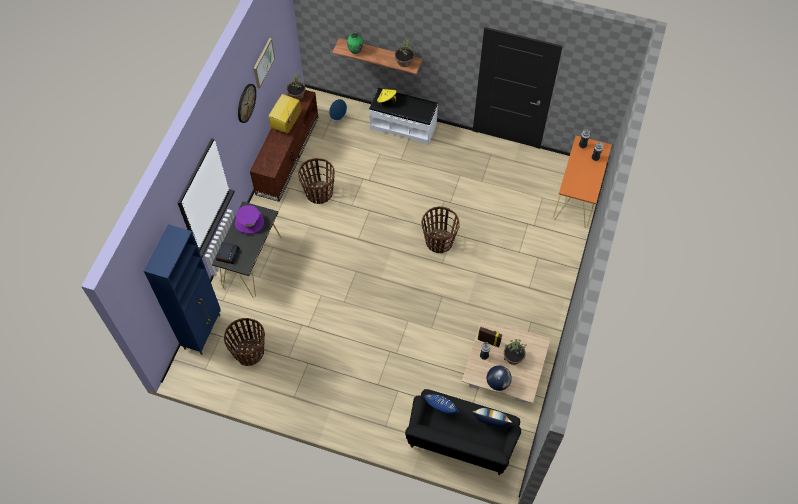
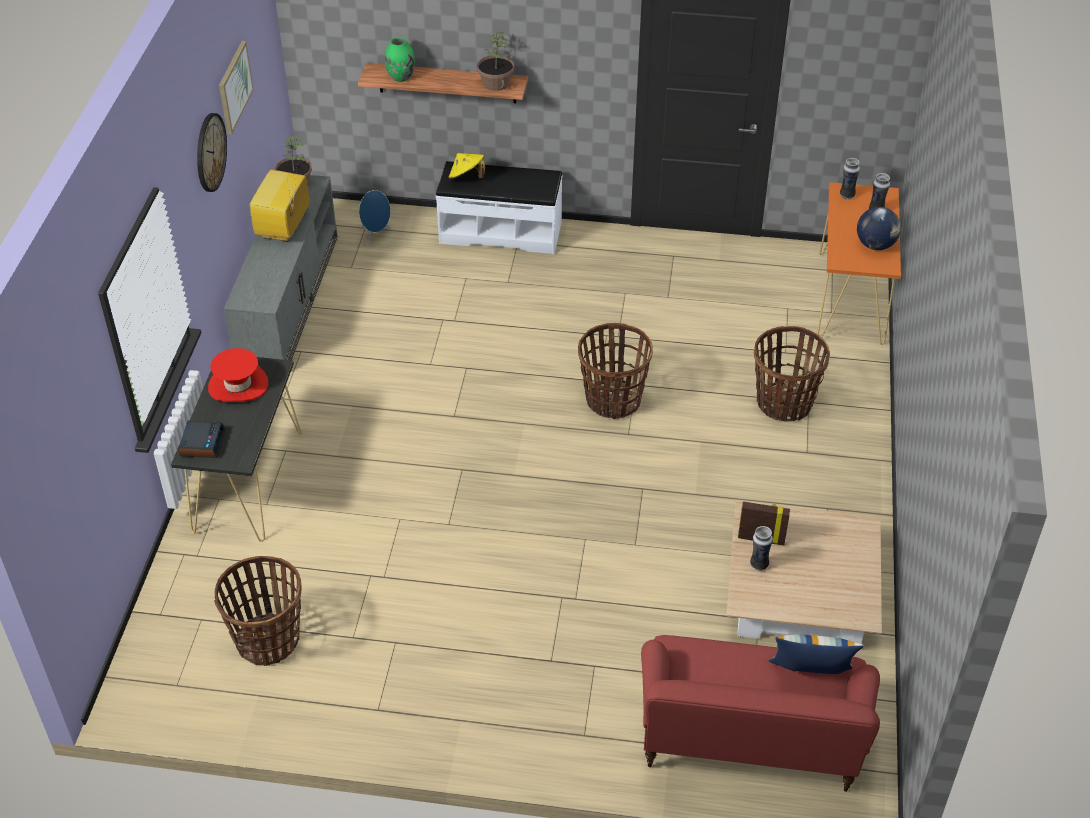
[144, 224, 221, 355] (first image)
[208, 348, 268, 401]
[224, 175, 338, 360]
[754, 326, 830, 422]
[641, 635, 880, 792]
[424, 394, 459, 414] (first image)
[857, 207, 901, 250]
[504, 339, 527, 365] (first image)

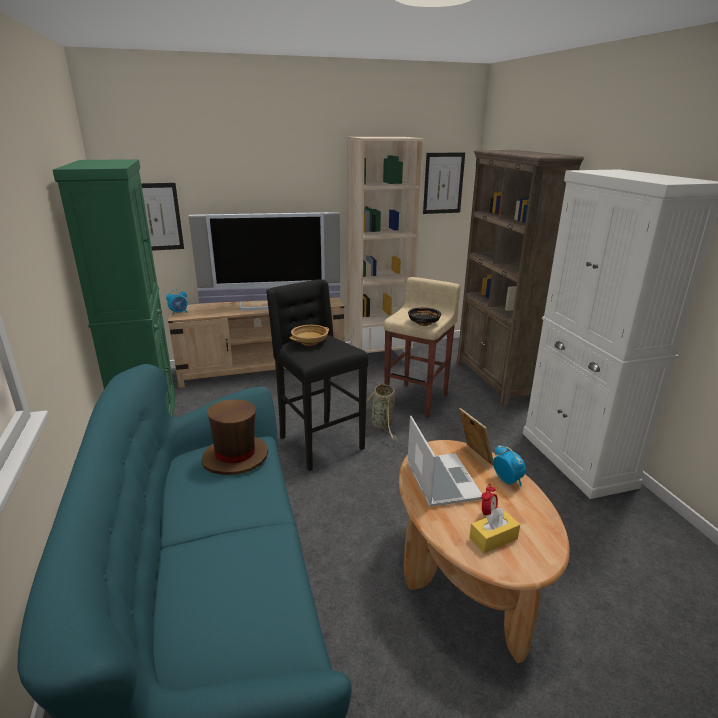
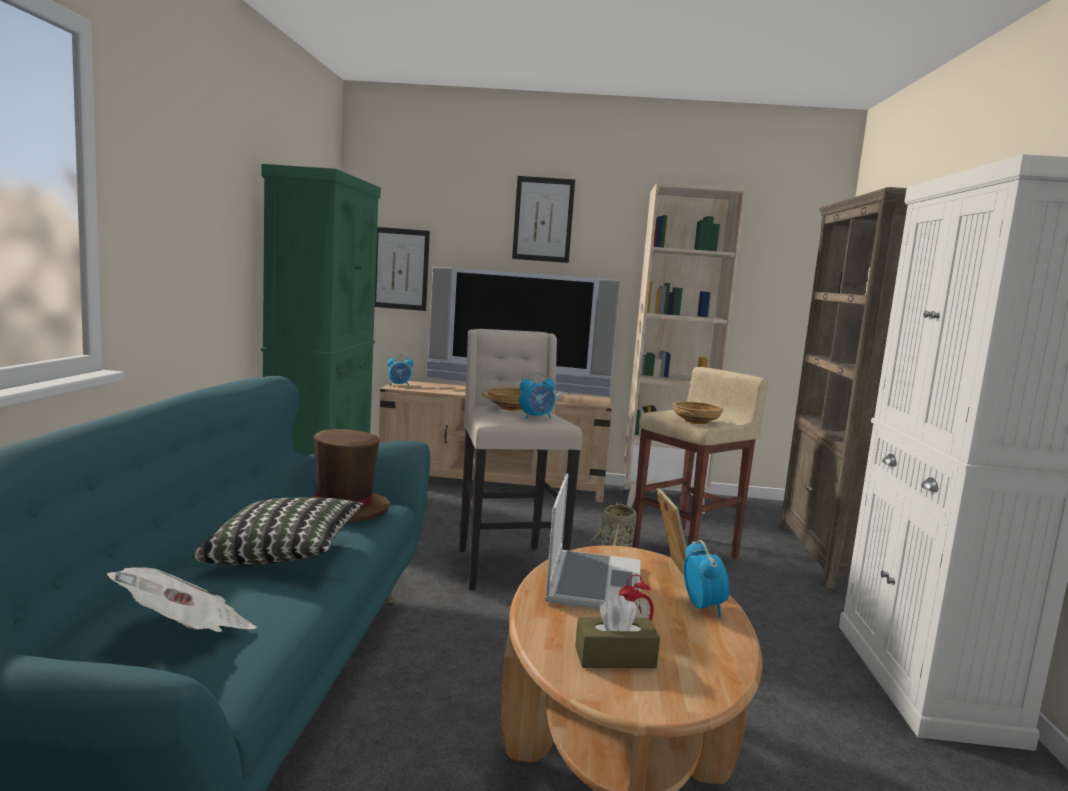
[459, 329, 582, 591]
[673, 401, 723, 424]
[512, 176, 575, 263]
[575, 596, 660, 668]
[107, 567, 257, 632]
[192, 497, 363, 565]
[519, 372, 555, 419]

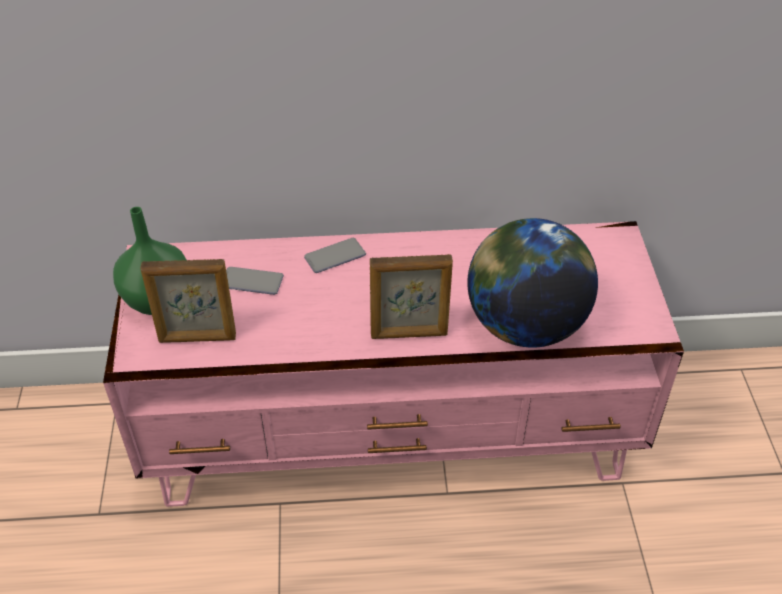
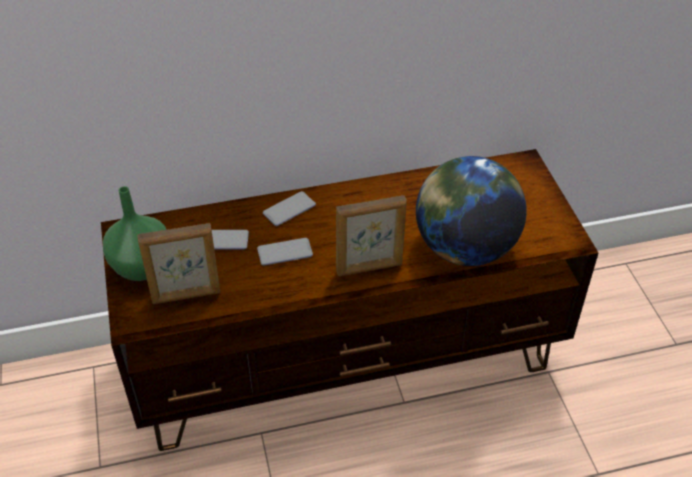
[101, 149, 599, 451]
[257, 238, 313, 266]

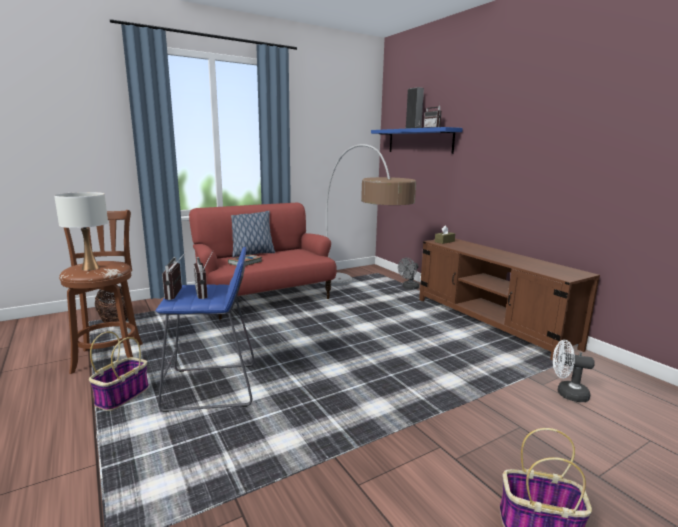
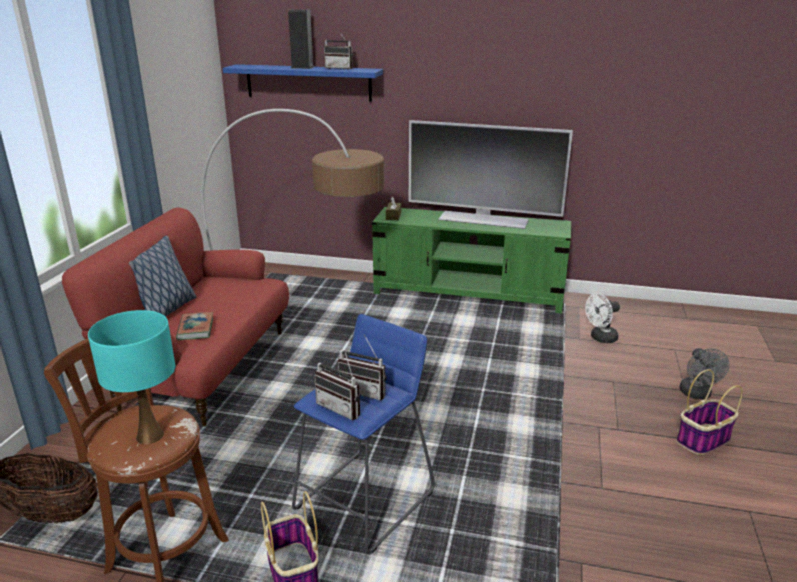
[88, 310, 175, 444]
[679, 348, 730, 399]
[372, 207, 571, 313]
[409, 120, 573, 229]

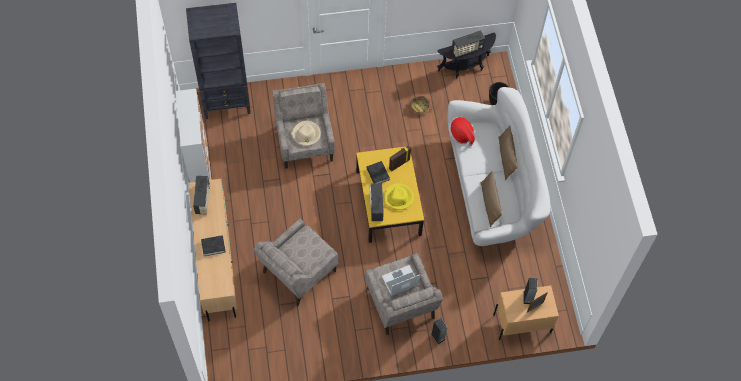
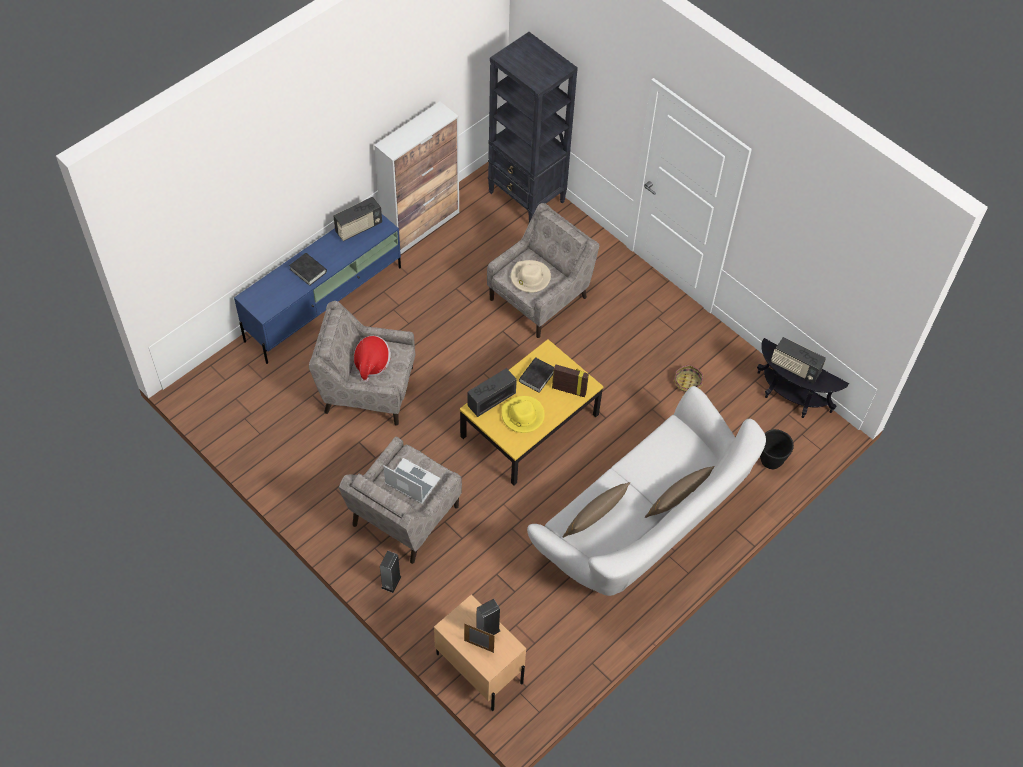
[234, 214, 401, 364]
[354, 336, 391, 382]

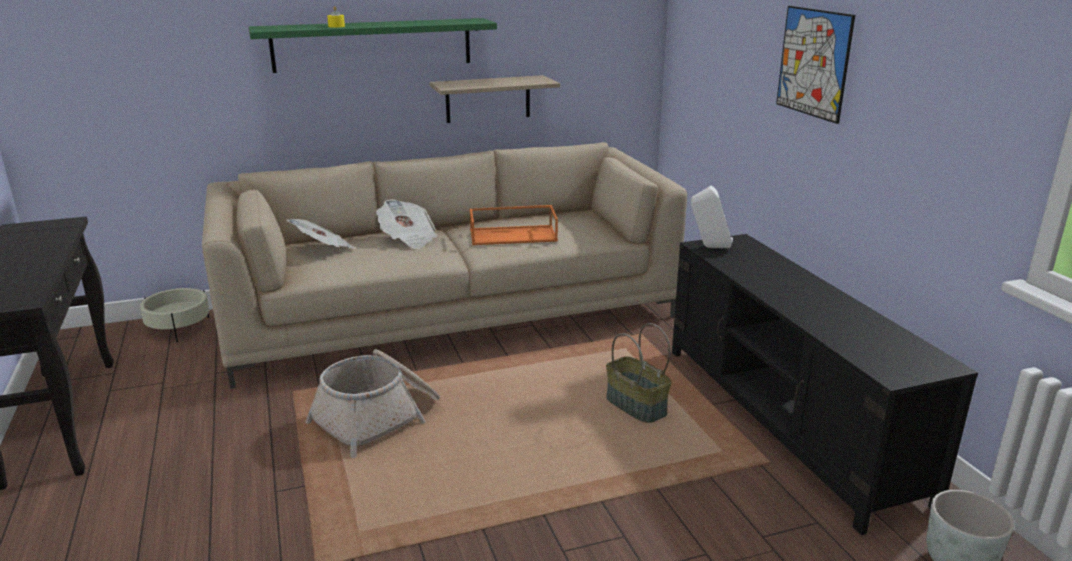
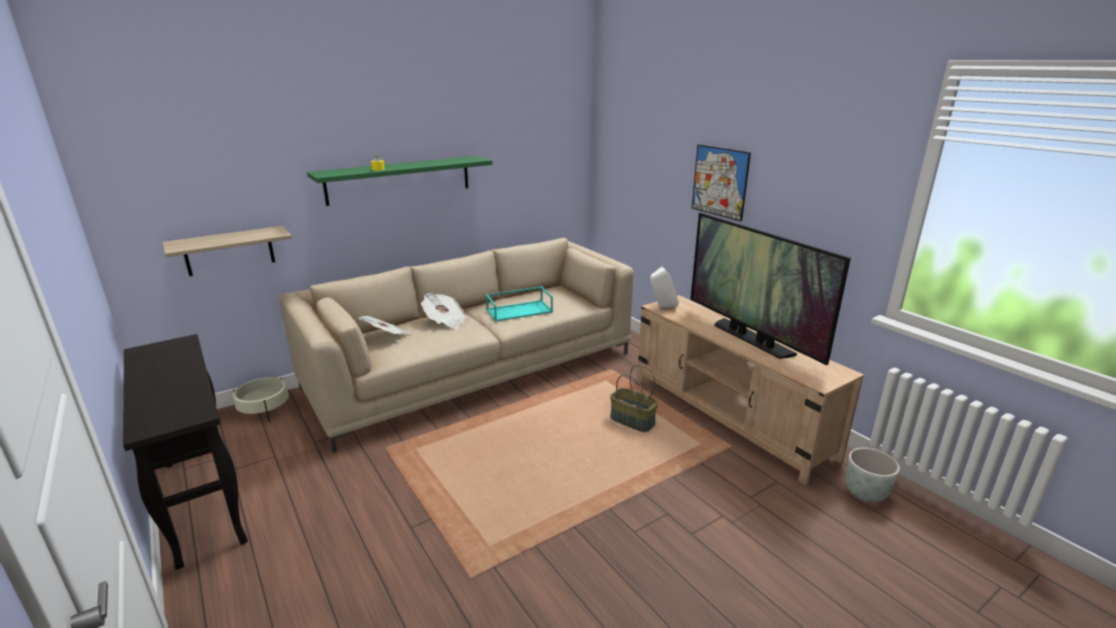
[305, 349, 440, 458] (first image)
[163, 226, 292, 276]
[486, 286, 553, 322]
[637, 295, 864, 485]
[690, 213, 851, 365]

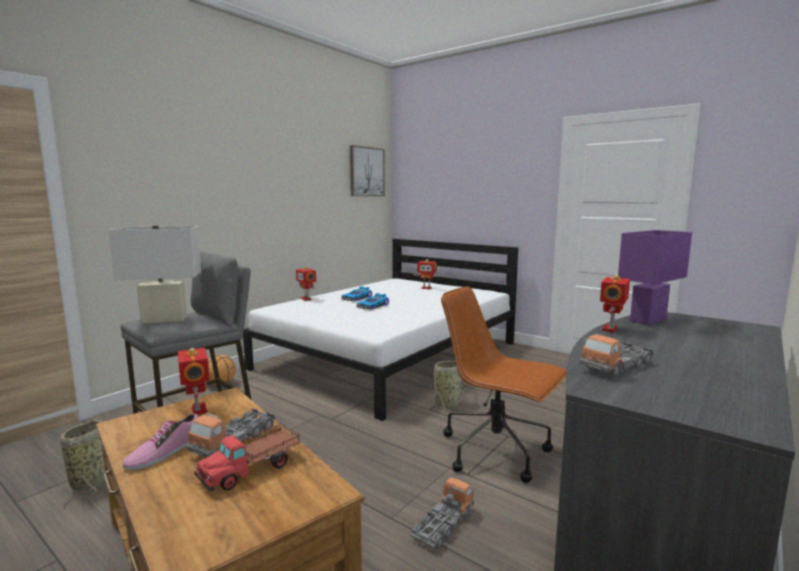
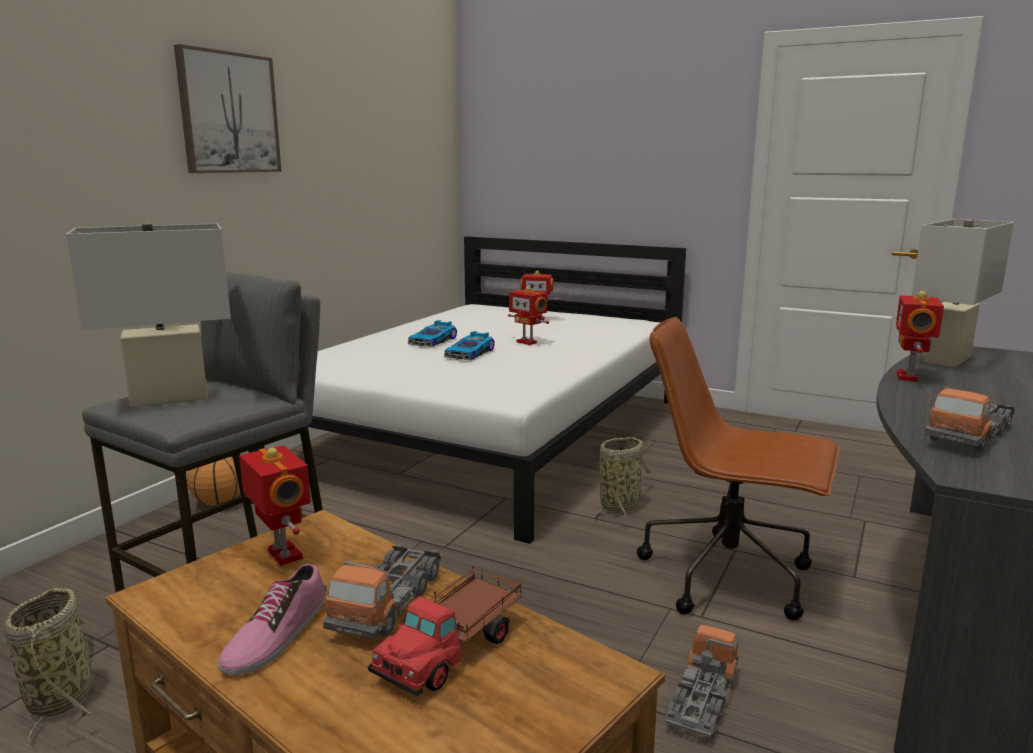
[508, 286, 549, 345]
[174, 44, 282, 173]
[912, 219, 1014, 367]

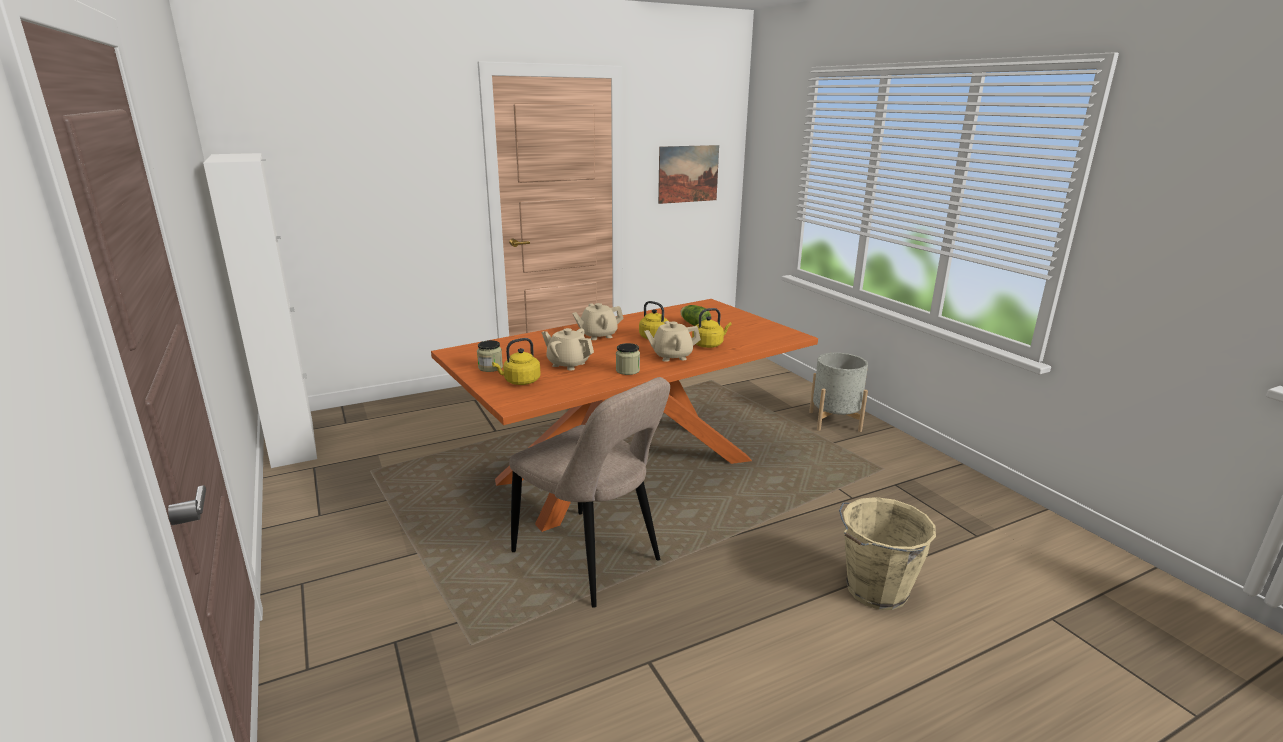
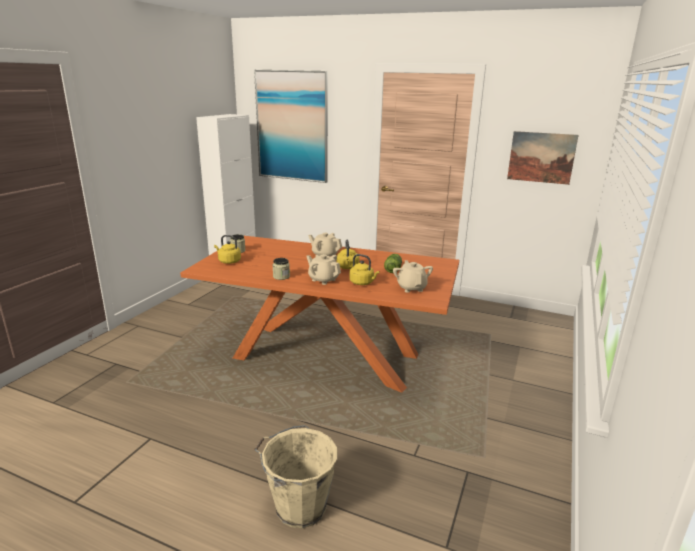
[509, 377, 670, 608] (first image)
[393, 260, 433, 293]
[809, 353, 868, 432] (first image)
[254, 70, 328, 183]

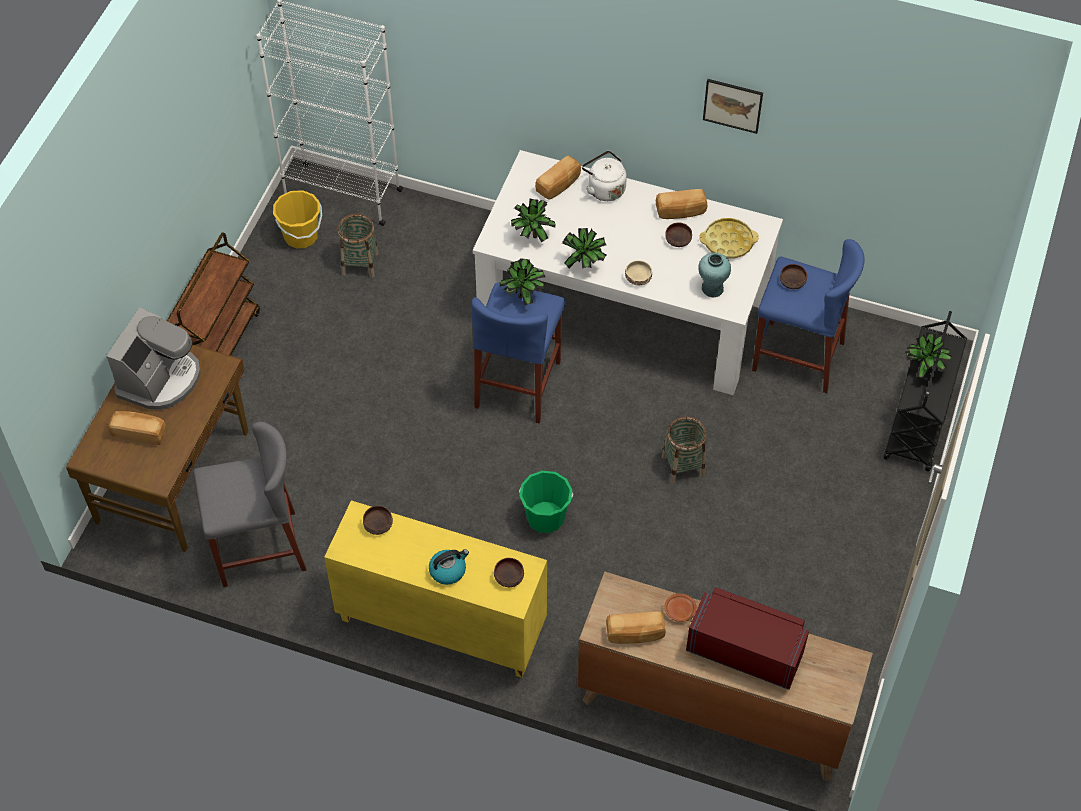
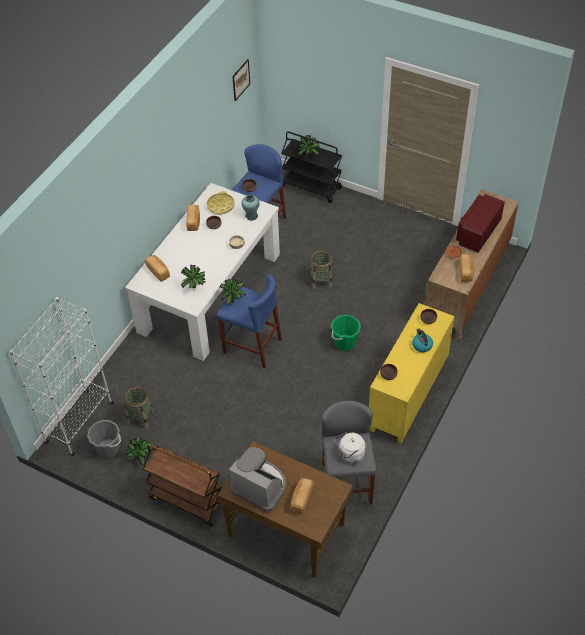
[87, 420, 121, 458]
[125, 436, 152, 465]
[334, 432, 365, 462]
[232, 59, 250, 101]

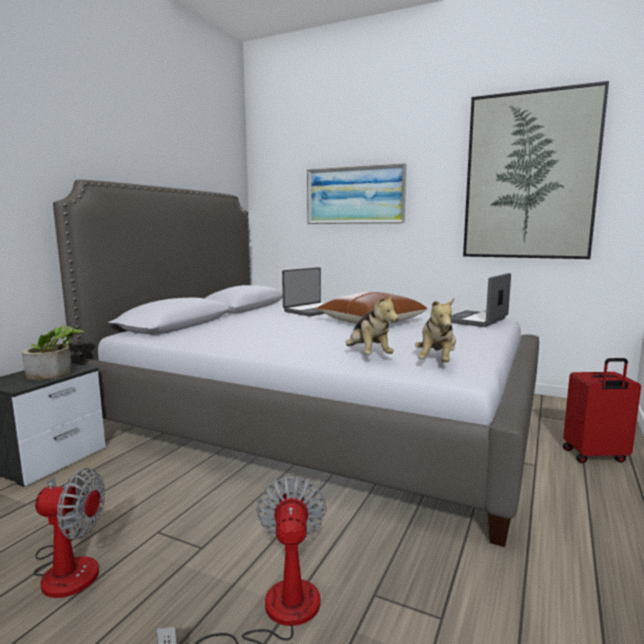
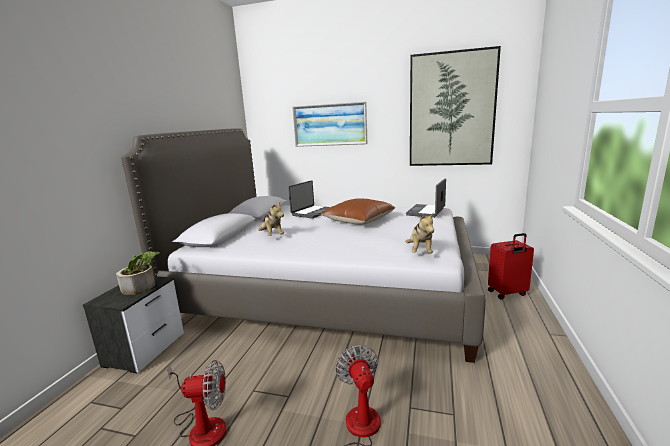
[258, 202, 284, 236]

